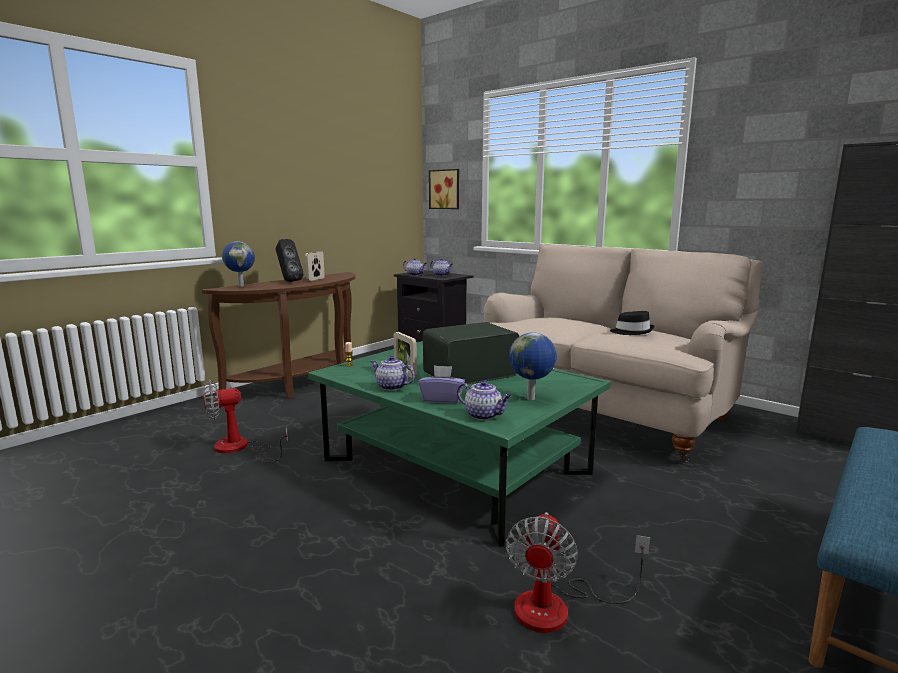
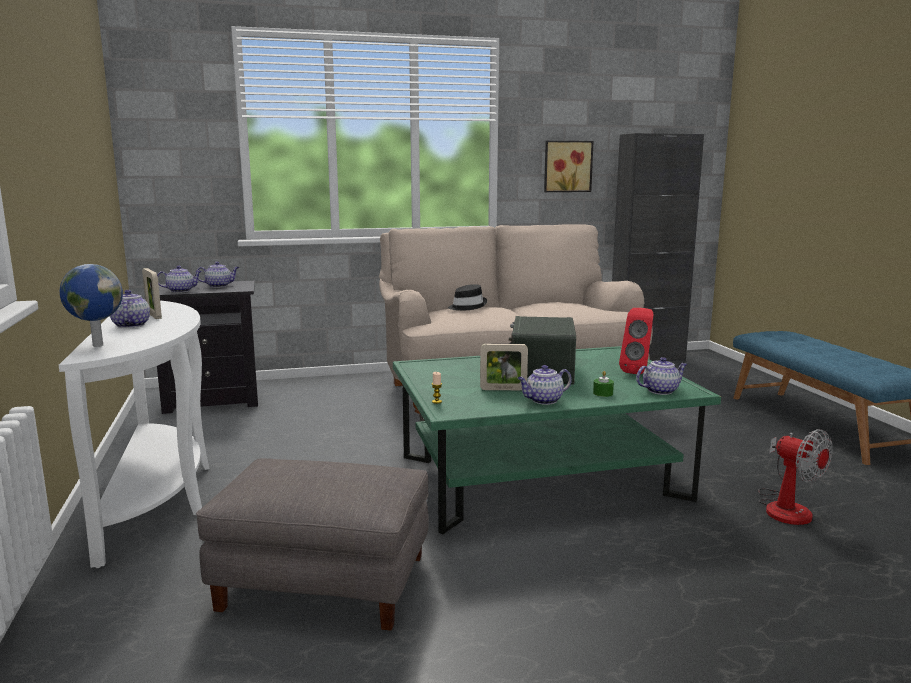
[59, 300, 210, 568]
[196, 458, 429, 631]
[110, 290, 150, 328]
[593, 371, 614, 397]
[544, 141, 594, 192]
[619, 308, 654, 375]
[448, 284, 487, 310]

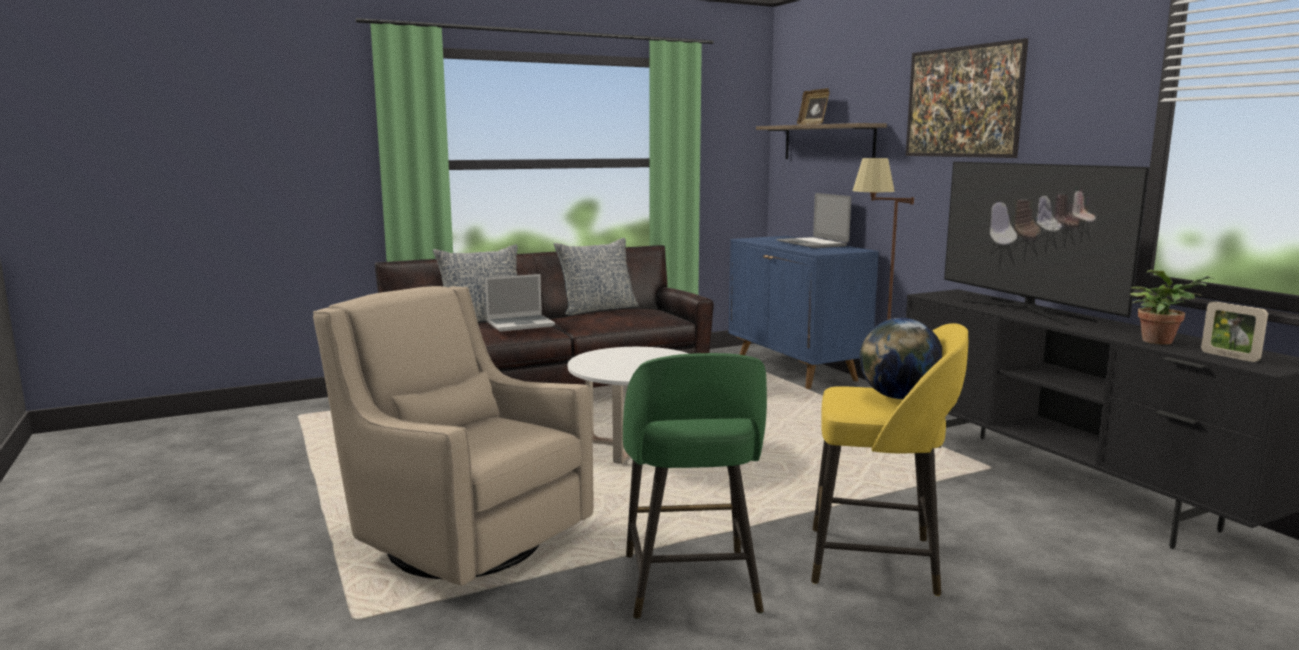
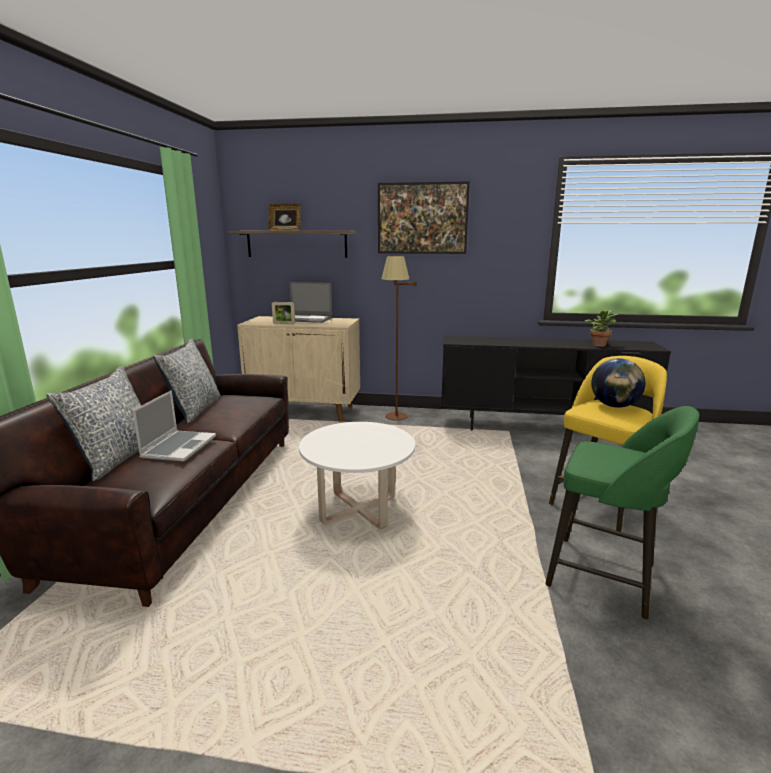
[313, 286, 594, 586] (first image)
[237, 316, 360, 422]
[944, 162, 1149, 325] (first image)
[272, 302, 295, 325]

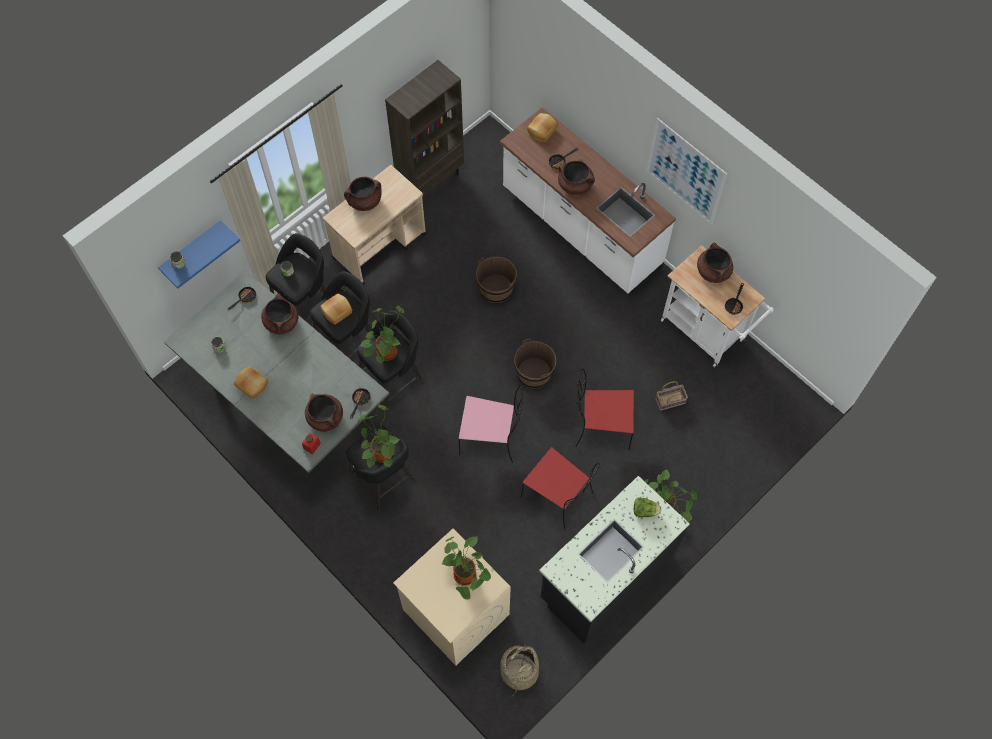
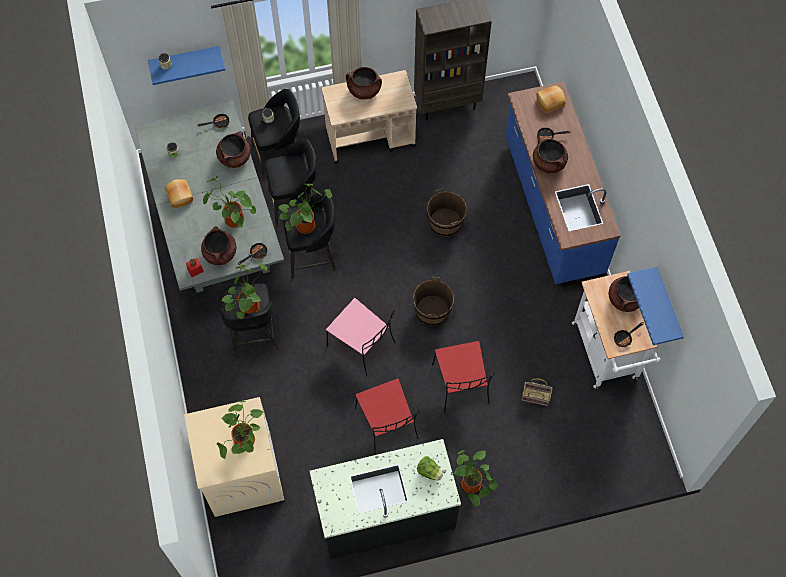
[320, 294, 352, 325] (first image)
[505, 82, 621, 287]
[501, 643, 539, 694] (first image)
[432, 341, 495, 413]
[647, 118, 727, 225] (first image)
[203, 175, 256, 228]
[627, 267, 684, 345]

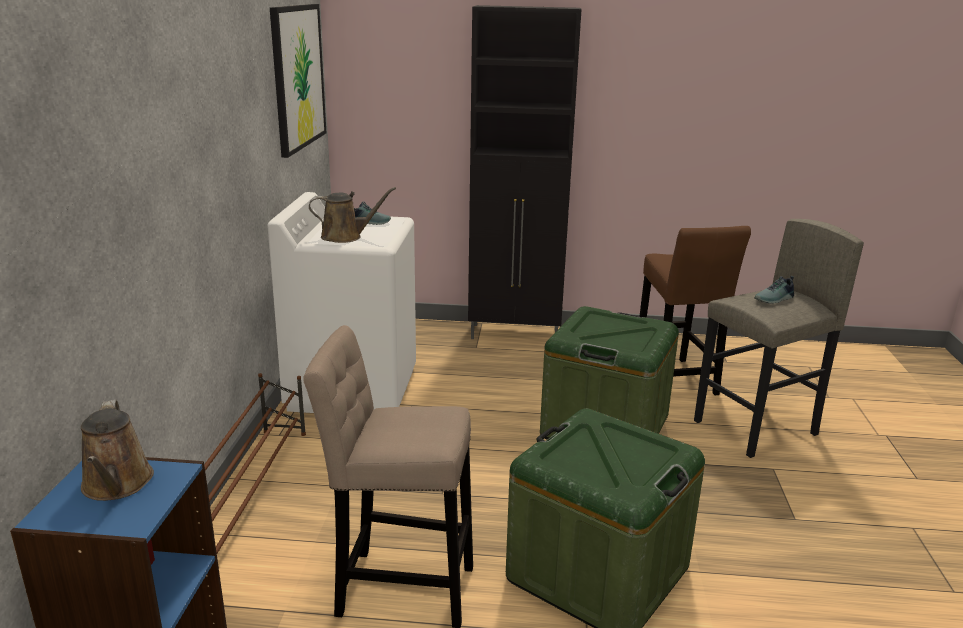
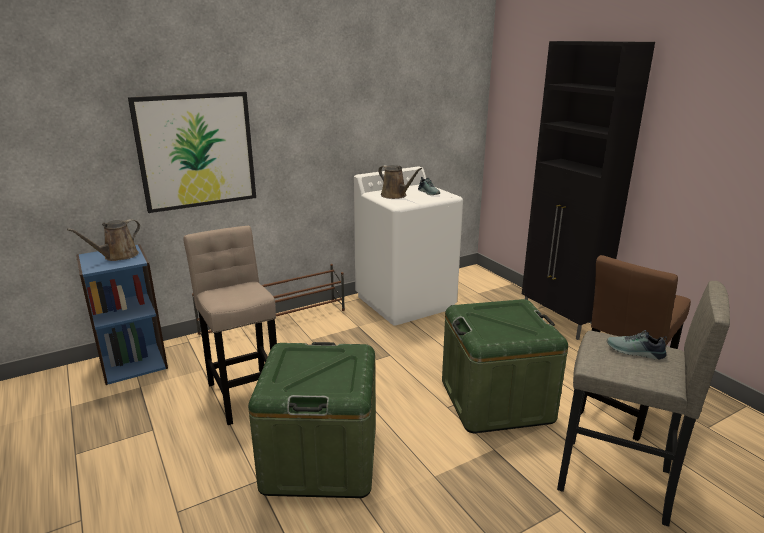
[128, 92, 256, 213]

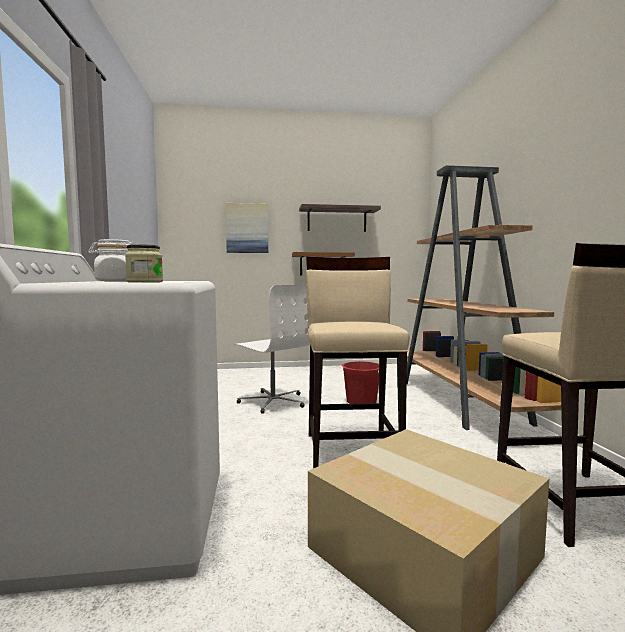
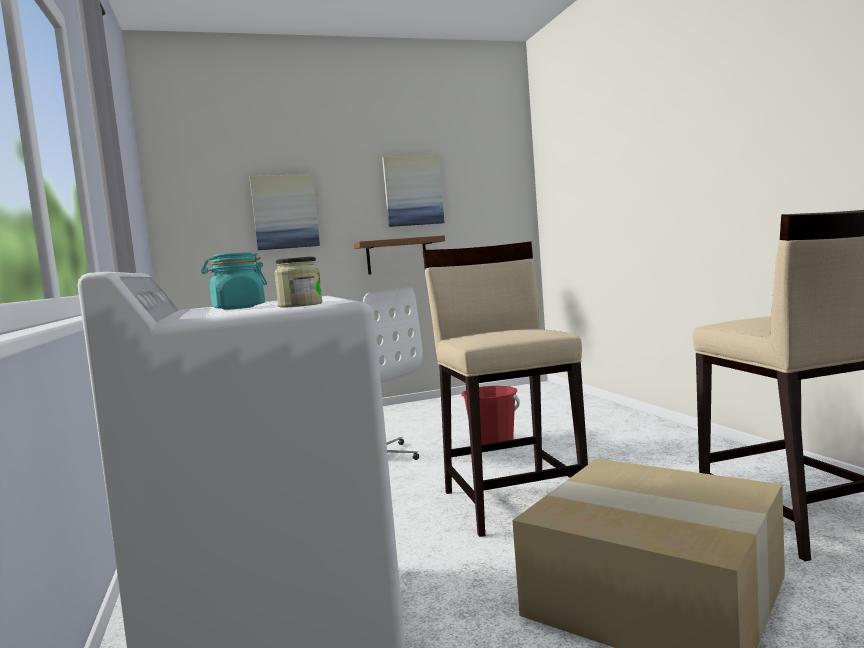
[201, 252, 267, 310]
[382, 155, 444, 227]
[407, 165, 561, 430] (first image)

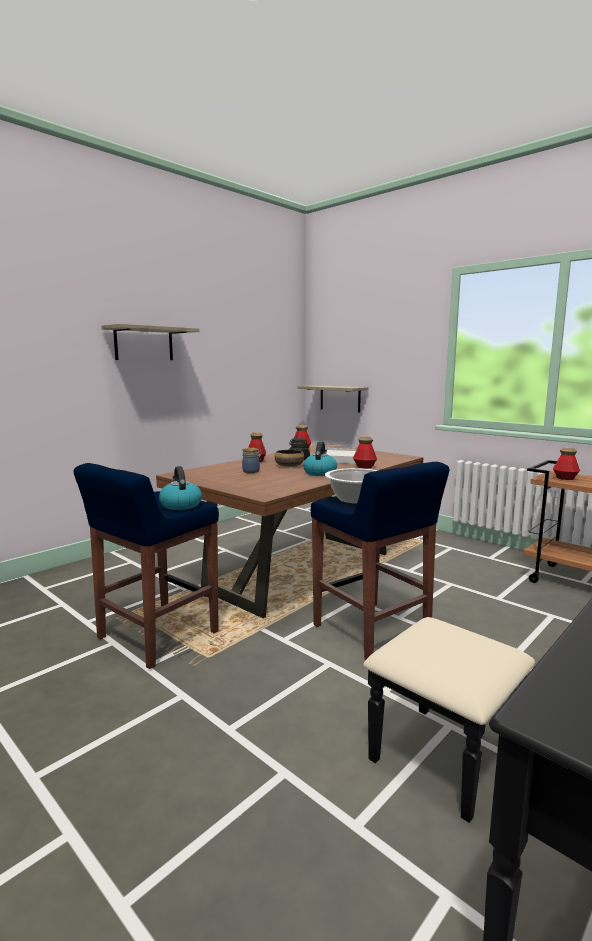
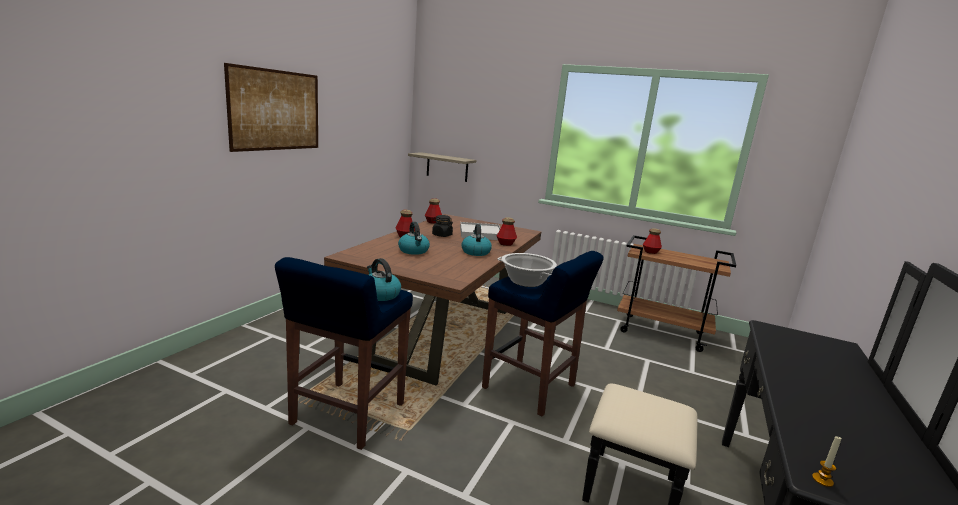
[224, 63, 318, 152]
[398, 222, 430, 255]
[275, 450, 304, 467] (first image)
[812, 436, 842, 487]

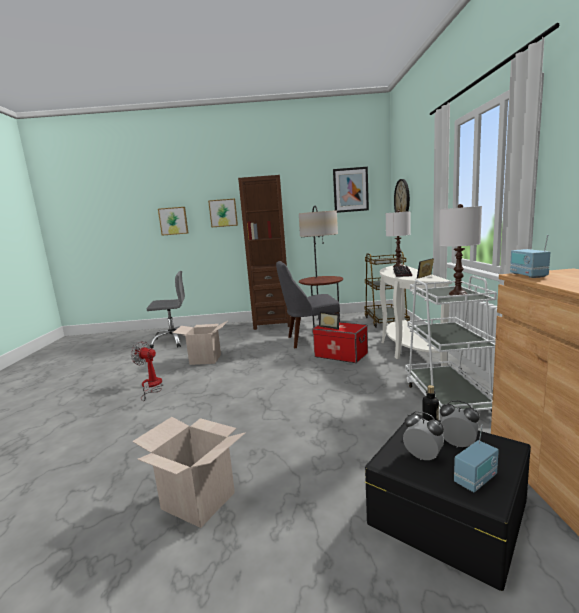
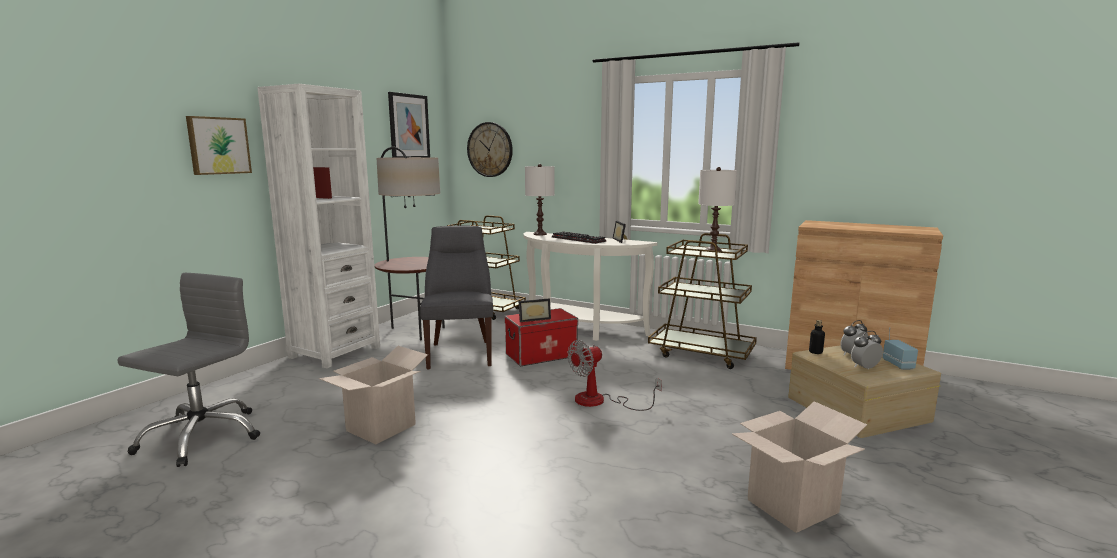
[568, 340, 662, 411]
[158, 207, 188, 236] (first image)
[257, 84, 380, 368]
[420, 226, 493, 369]
[788, 345, 941, 438]
[648, 233, 757, 369]
[510, 235, 550, 278] (first image)

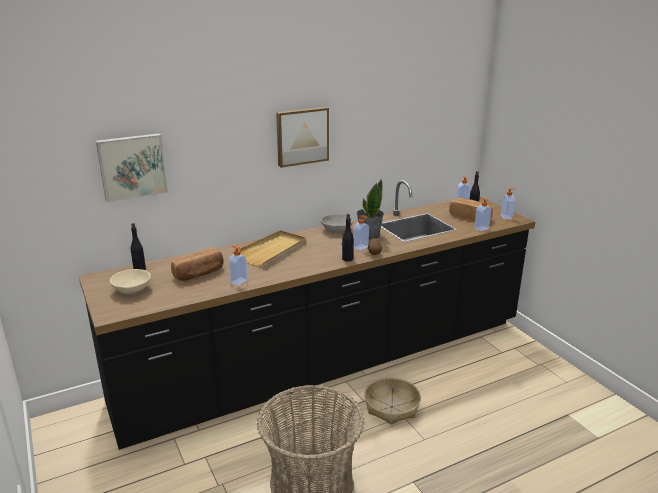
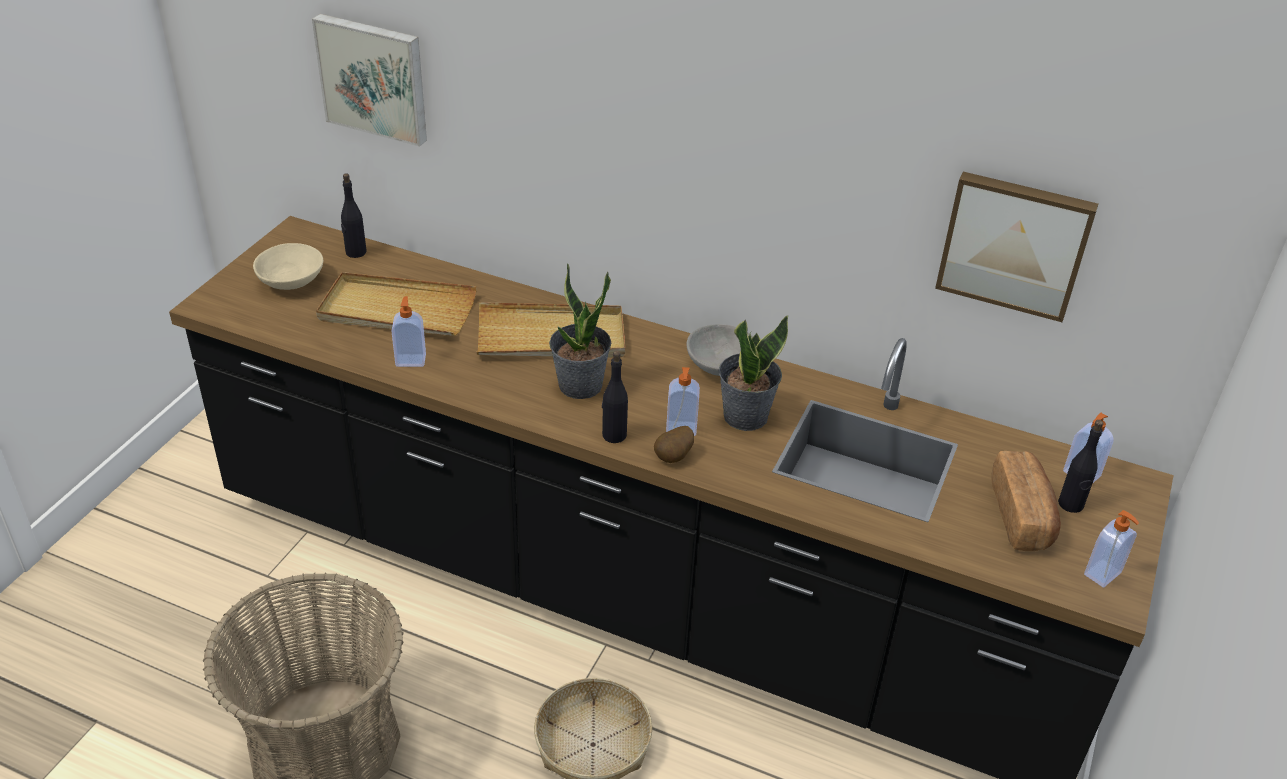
[316, 272, 477, 336]
[935, 172, 1098, 322]
[474, 198, 491, 231] (first image)
[549, 263, 611, 399]

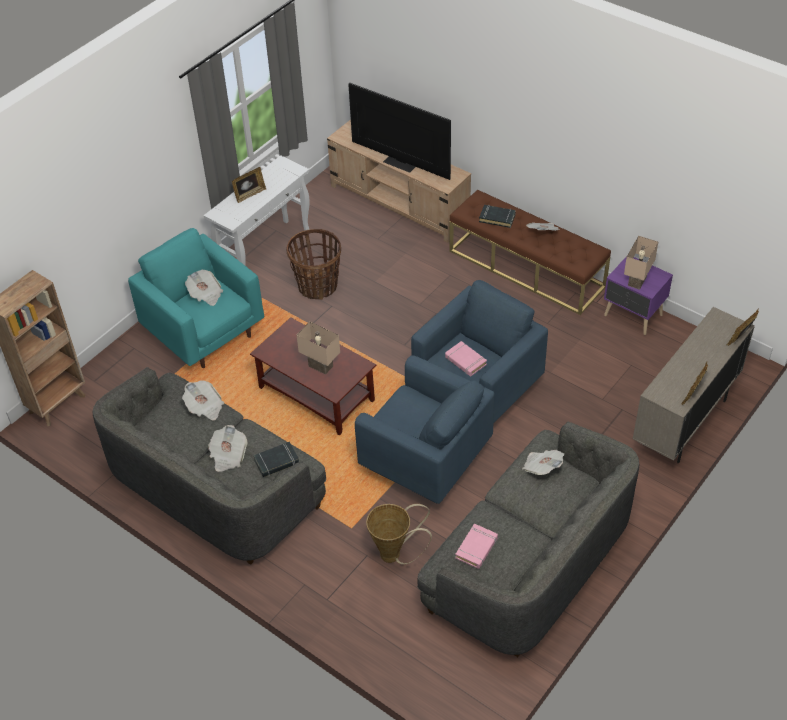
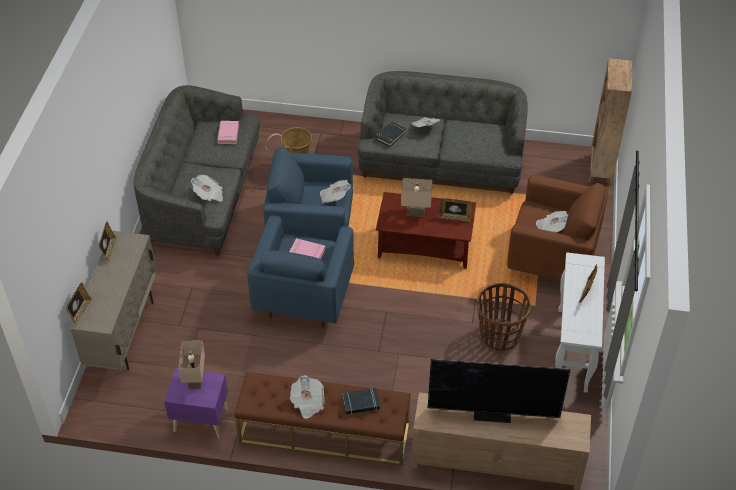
[507, 175, 608, 281]
[320, 180, 350, 203]
[439, 198, 472, 222]

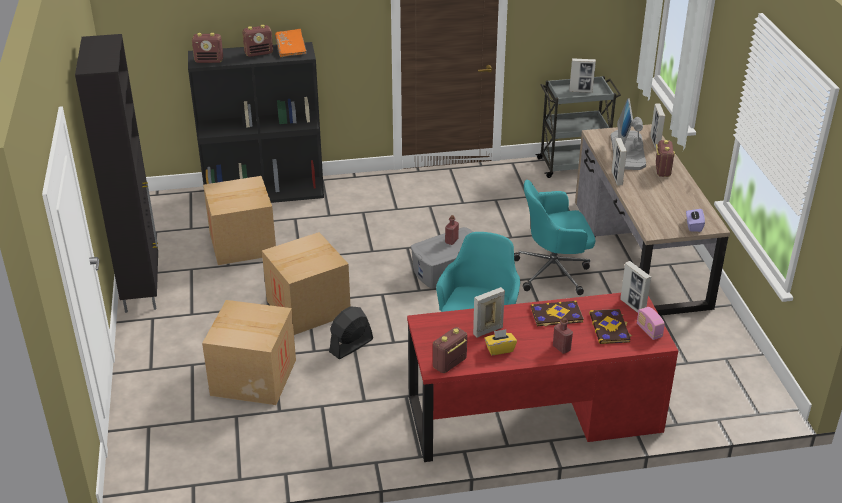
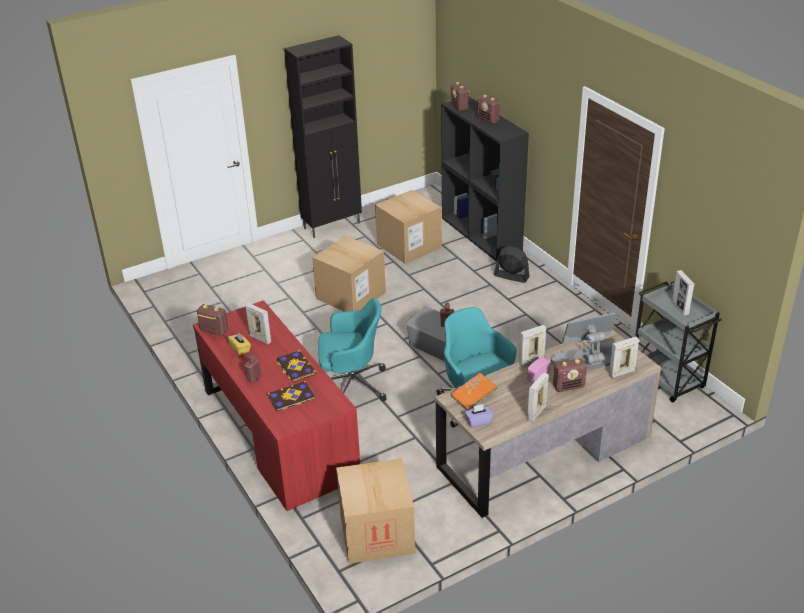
[336, 458, 415, 564]
[451, 373, 498, 410]
[494, 246, 529, 283]
[527, 373, 549, 422]
[527, 357, 551, 384]

